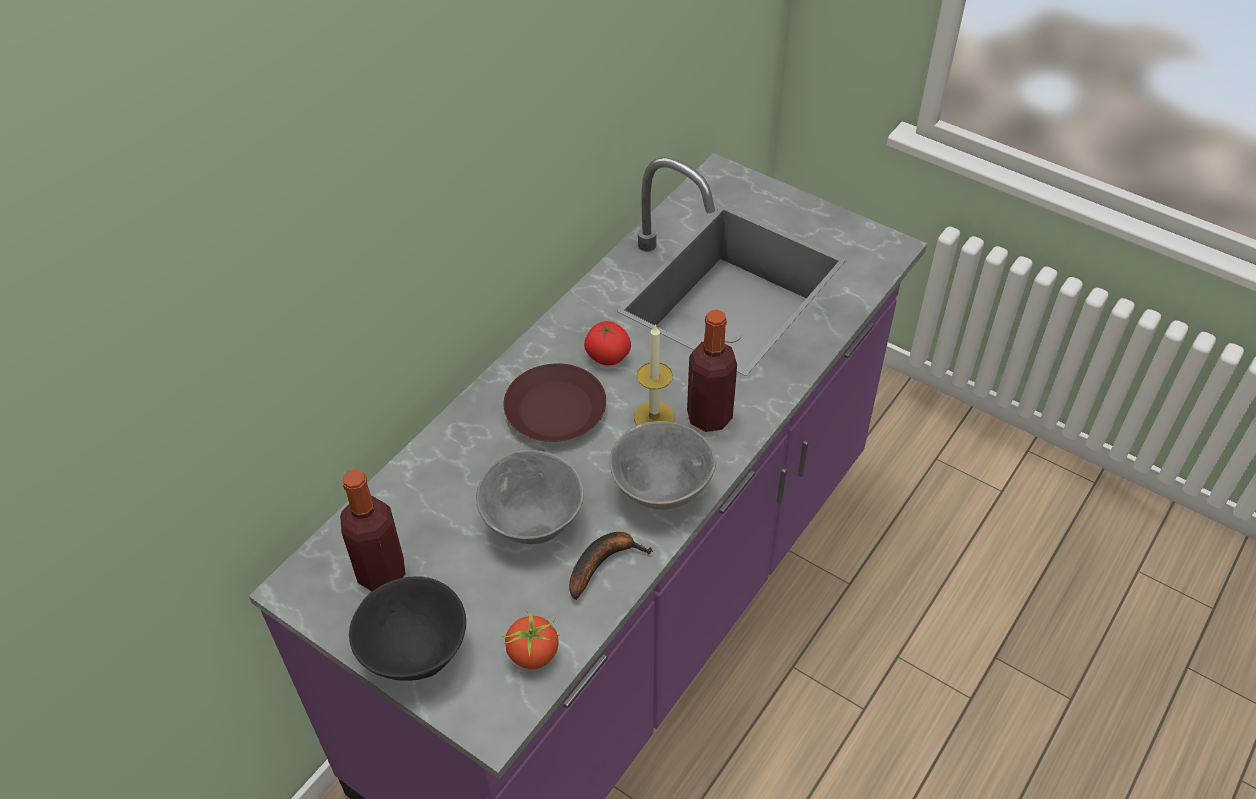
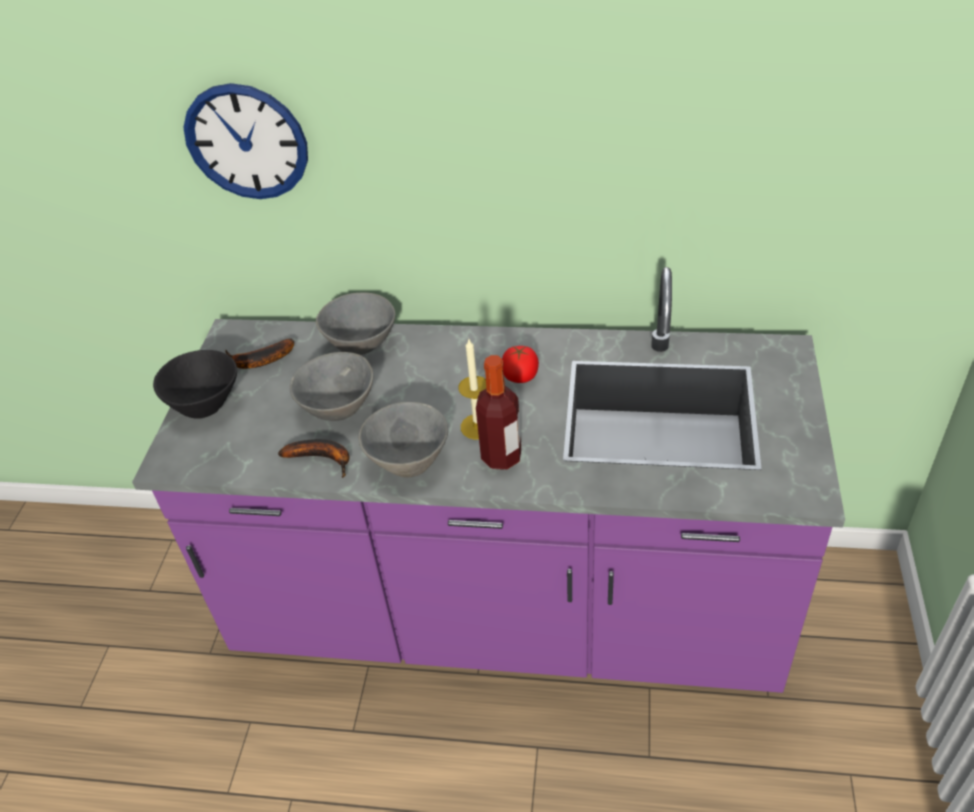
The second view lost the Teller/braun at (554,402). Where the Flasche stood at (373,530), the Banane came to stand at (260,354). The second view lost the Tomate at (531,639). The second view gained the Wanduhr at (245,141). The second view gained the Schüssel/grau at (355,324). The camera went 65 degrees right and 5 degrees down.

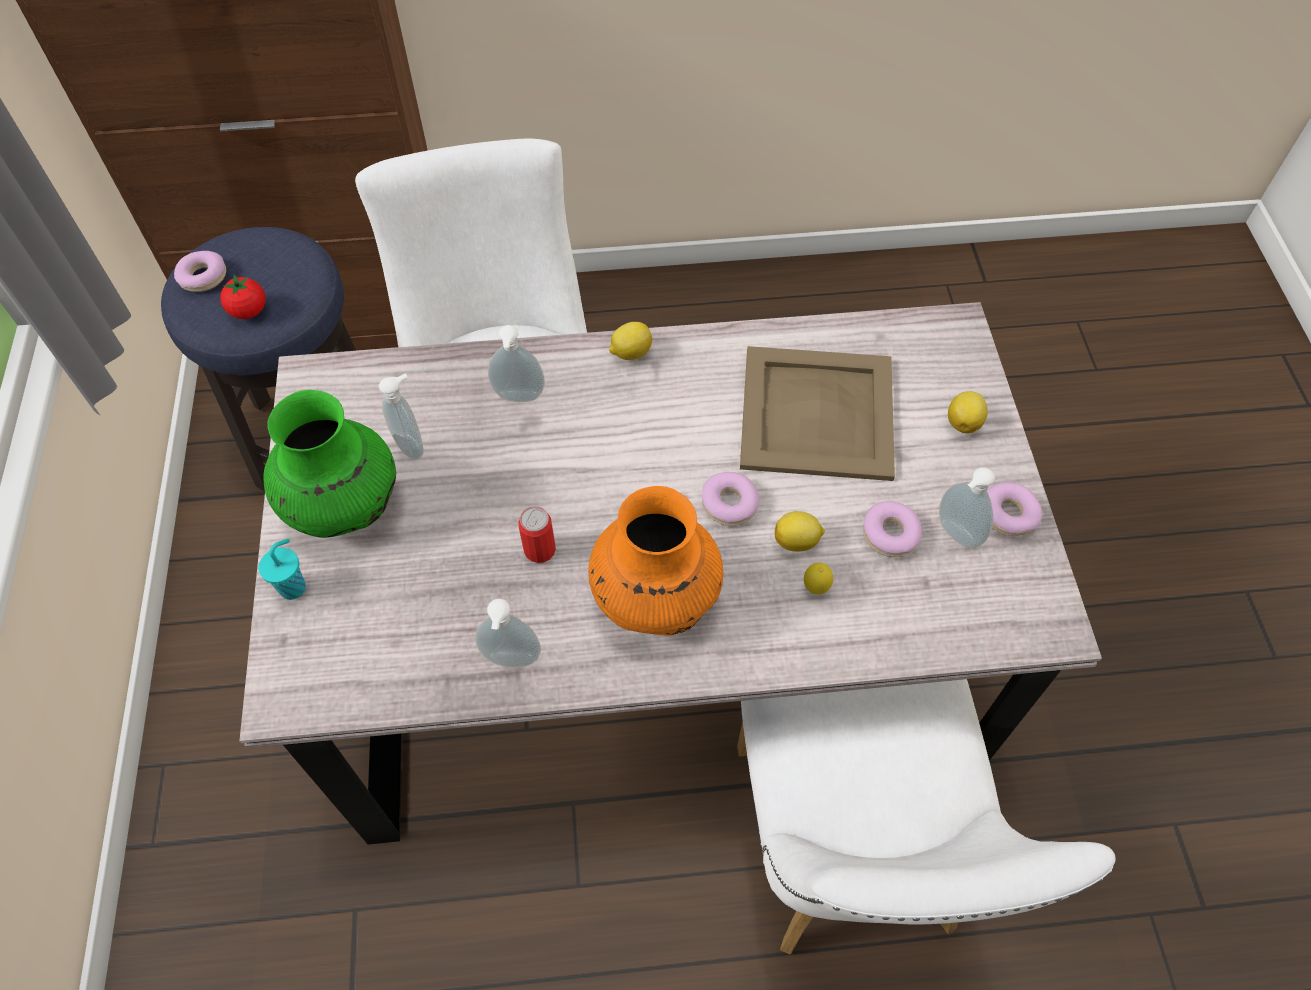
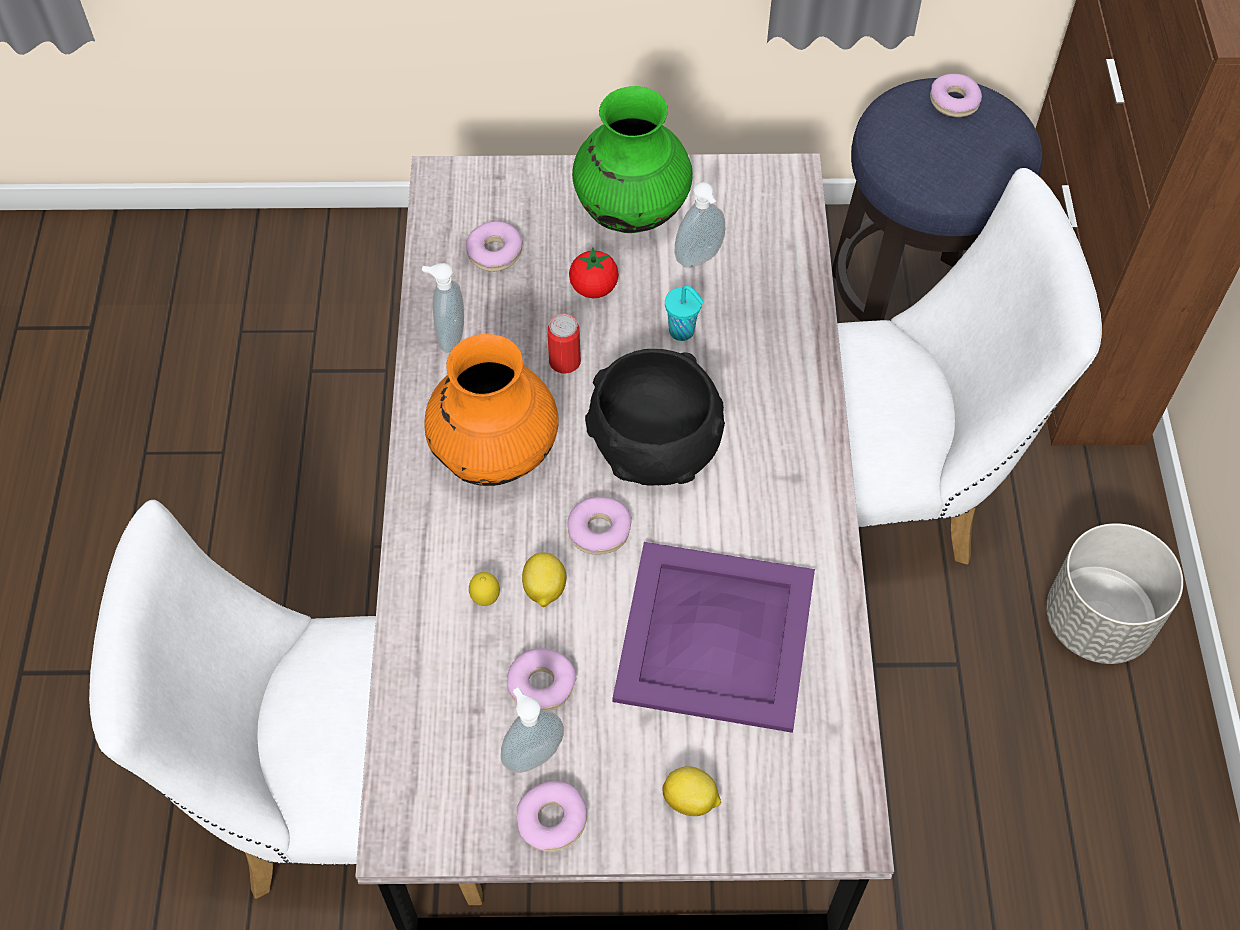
The Tomate ended up elsewhere, having gone from (243,297) to (594,272). The second view lost the Zitrone at (630,341). The second view lost the Seifenspender at (516,363). What was the Tablett/beige at (817,413) turned into the Tablett/lila at (714,637). The Tasse/türkis ended up elsewhere, having gone from (282,569) to (684,313). The second view gained the Donut at (494,246). The second view gained the Schüssel/schwarz at (655,417). The second view gained the Pflanzkübel/grau at (1114,593). The camera went 95 degrees right and 0 degrees up.

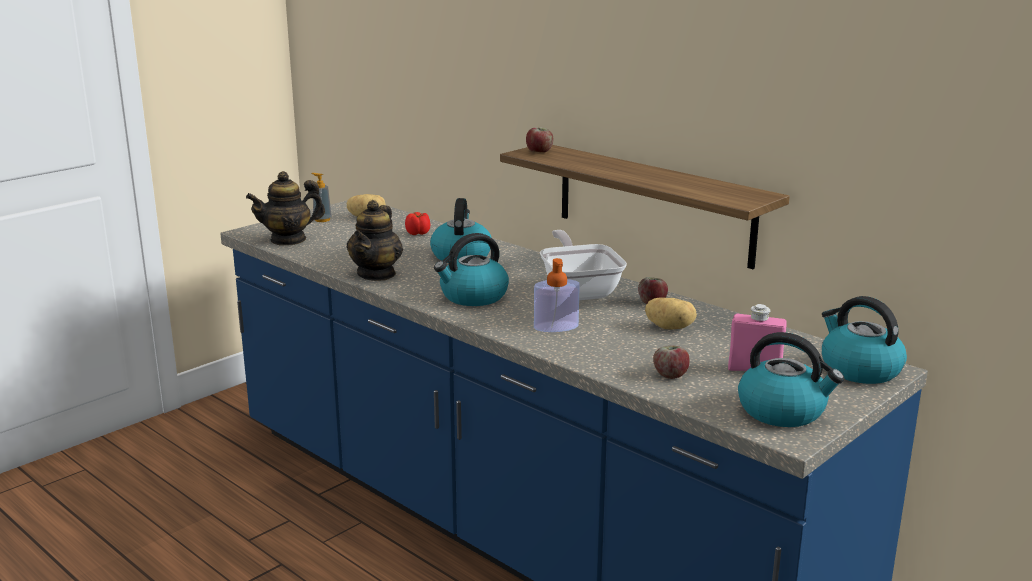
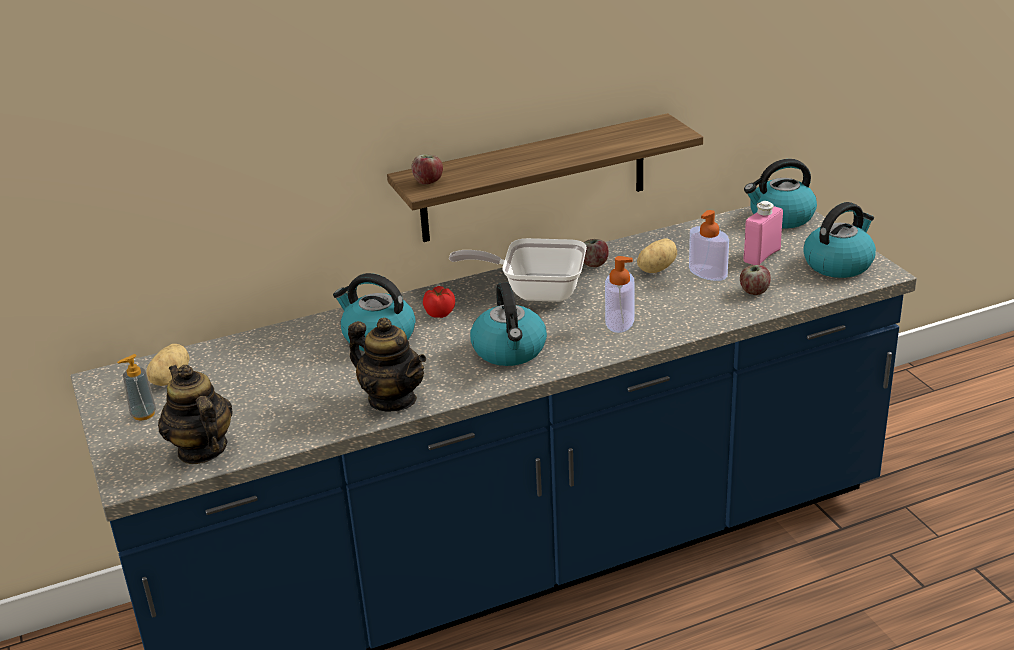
The Teekanne at (285,208) ended up facing another way, 150 degrees clockwise from before. The Tomate ended up elsewhere, having gone from (417,223) to (439,302). The second view gained the Seifenspender at (709,245). The camera went 65 degrees left and 10 degrees up.

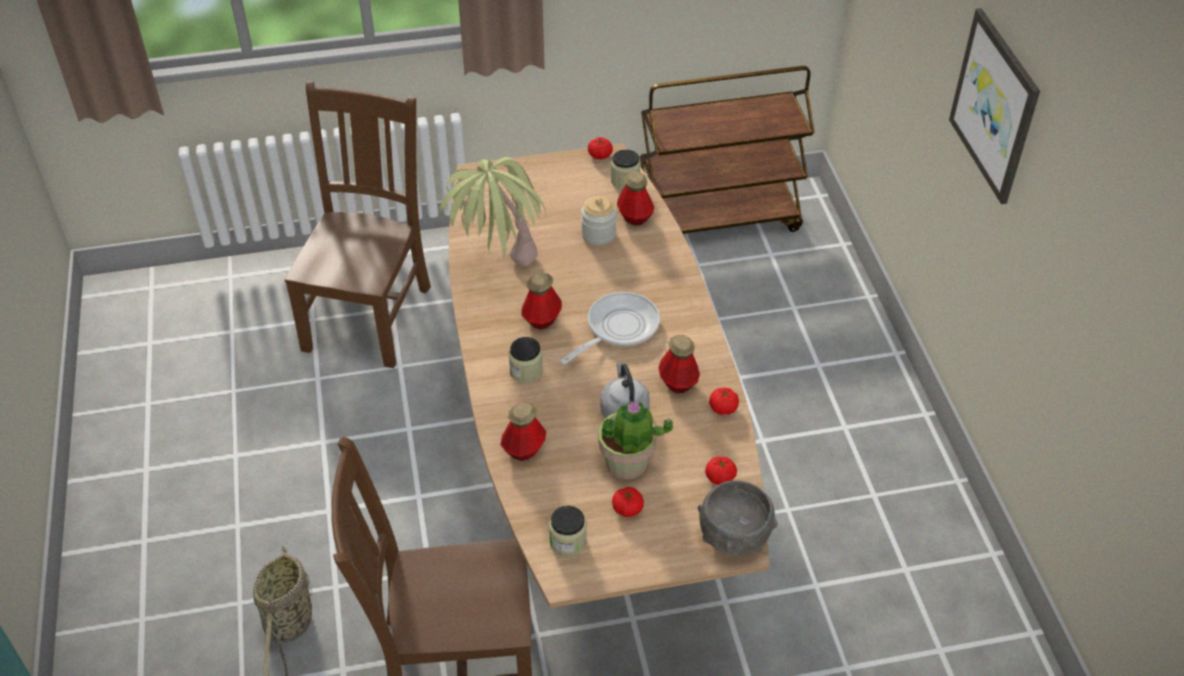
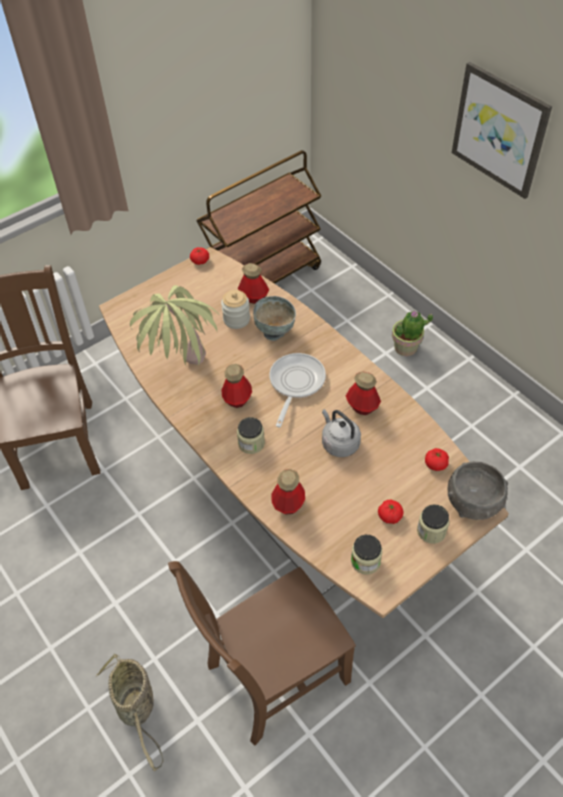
The Vorratsglas ended up elsewhere, having gone from (625,170) to (433,524). The second view lost the Tomate at (724,401). The Topfpflanze ended up elsewhere, having gone from (635,440) to (412,333). The second view gained the Schüssel/grau at (274,318). The camera went 25 degrees left and 5 degrees up.

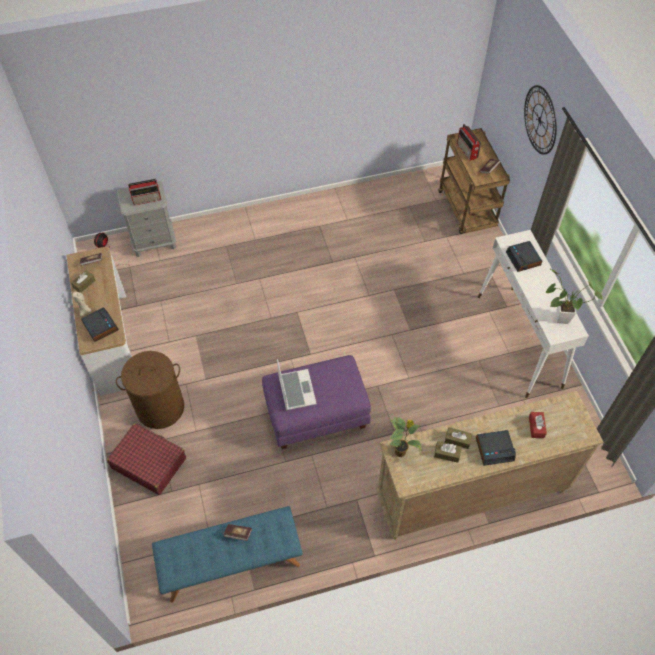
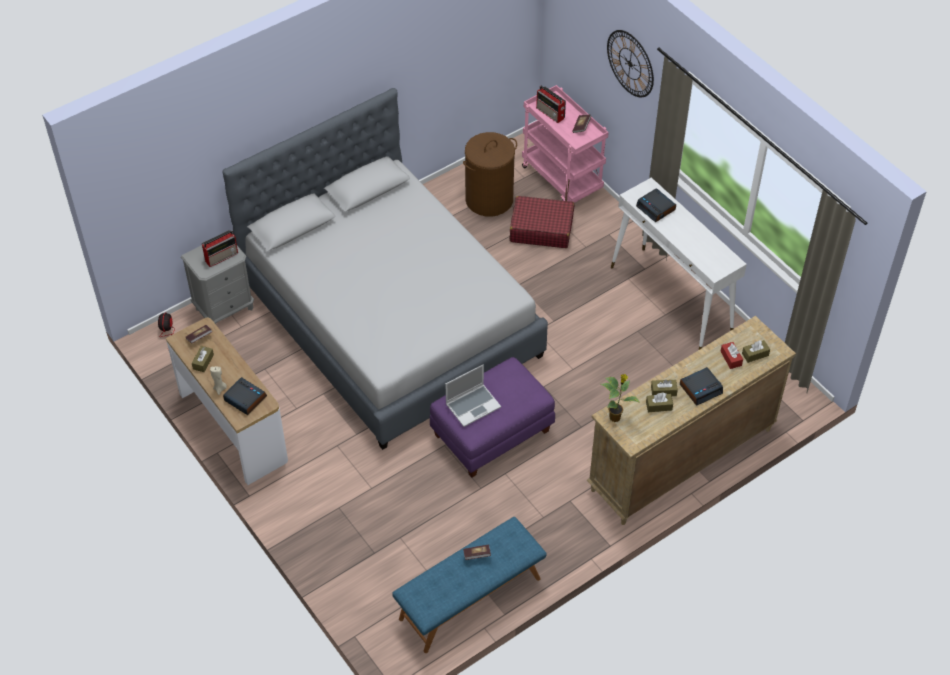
What was the Rollwagen/braun at (474,181) turned into the Rollwagen/rosa at (565,144). The second view lost the Topfpflanze at (573,296). The Wäschekorb/braun ended up elsewhere, having gone from (150,390) to (490,174). The Laptop at (297,384) ended up facing another way, 90 degrees clockwise from before. The Koffer/rot ended up elsewhere, having gone from (146,459) to (542,222). The second view gained the Bett/grau at (385,269). The second view gained the Taschentuchbox/braun at (756,351). The camera went 20 degrees left and 5 degrees down.

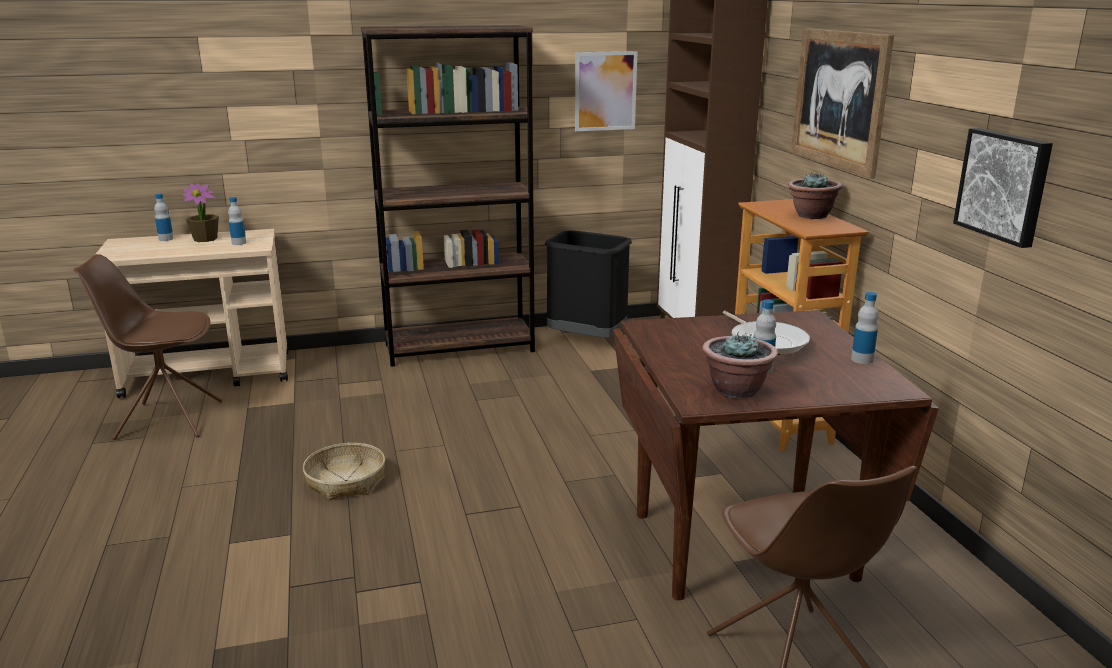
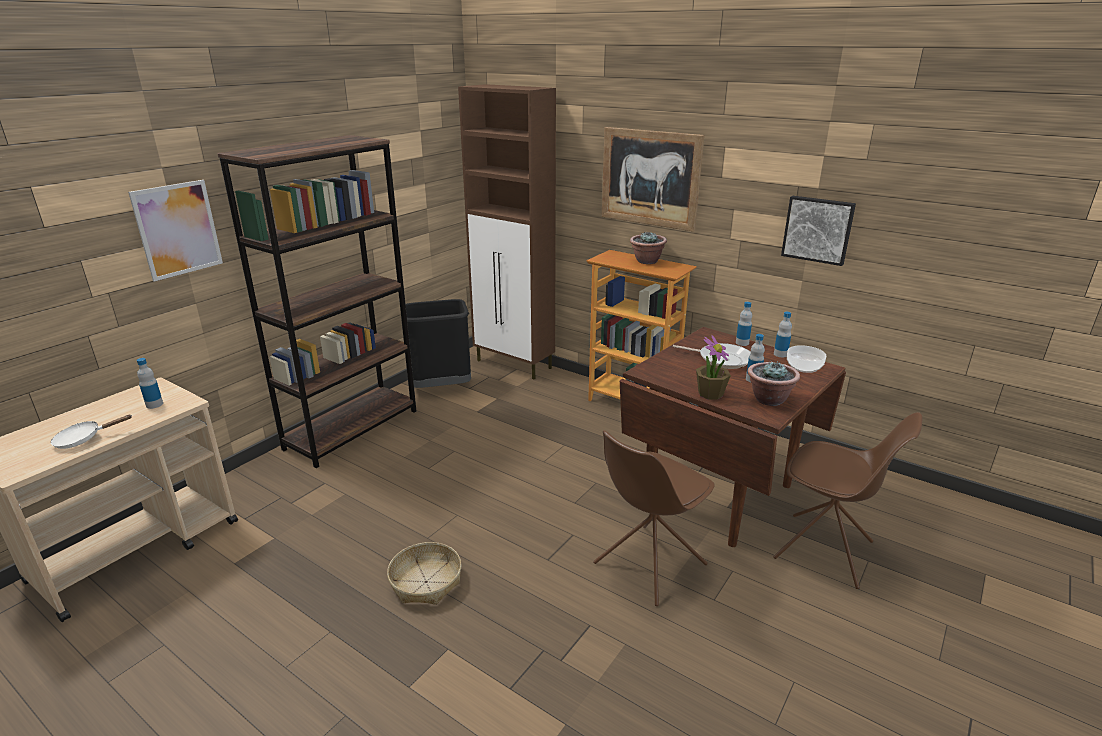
The Bild ended up elsewhere, having gone from (606,91) to (175,230). The Topfpflanze ended up elsewhere, having gone from (200,212) to (713,367). The Flasche ended up elsewhere, having gone from (164,217) to (744,324). The Stuhl/braun ended up elsewhere, having gone from (148,347) to (654,518). The second view gained the Schüssel at (806,359). The second view gained the Pfanne/weiß at (91,432). The camera went 40 degrees left and 5 degrees up.

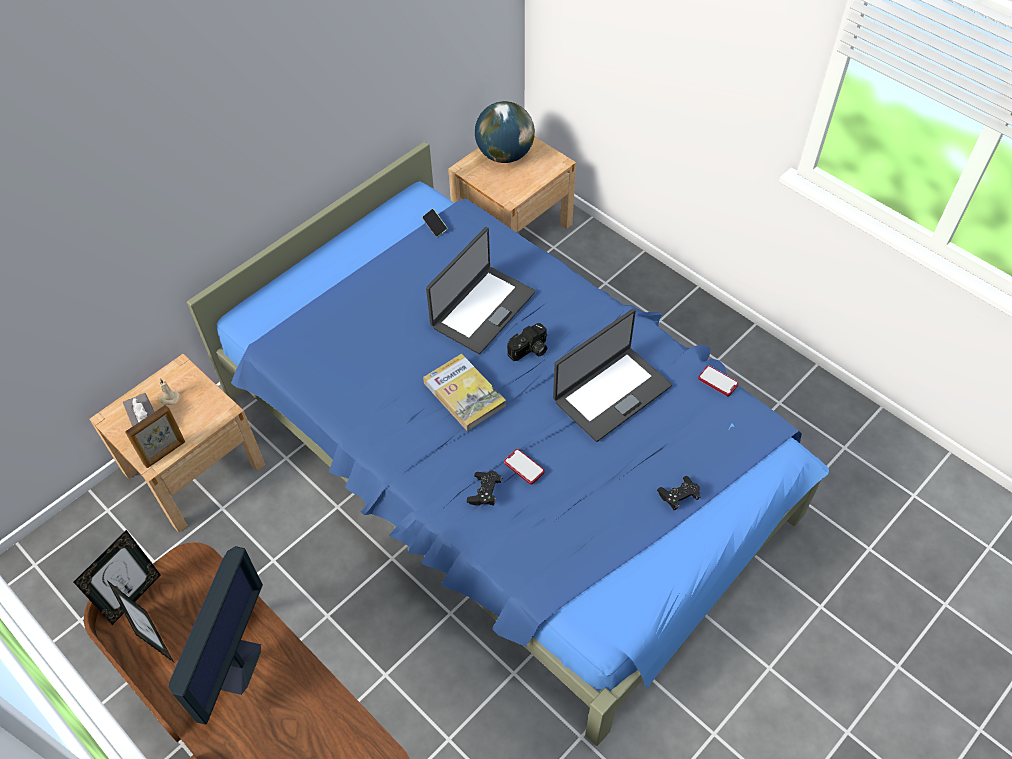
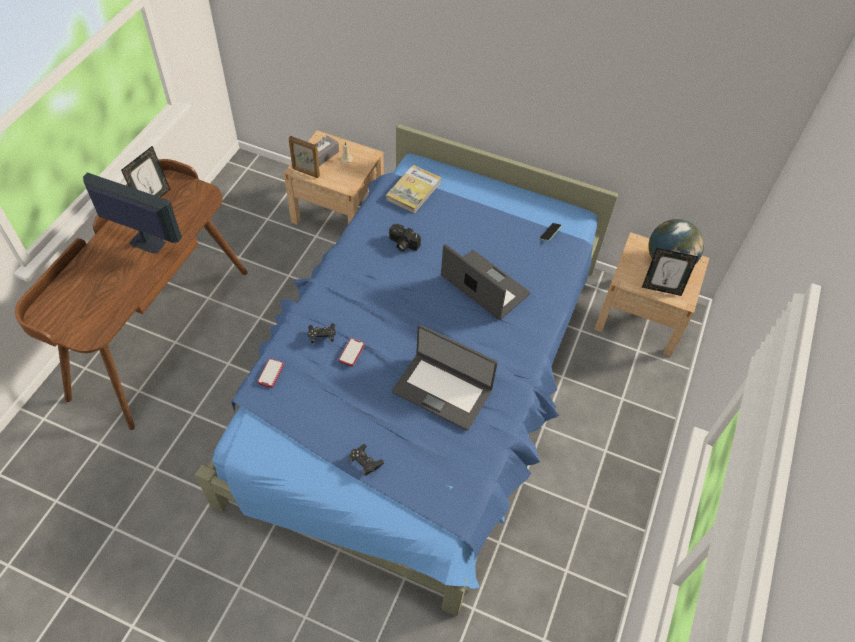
The Laptop at (480,290) ended up facing another way, 150 degrees counterclockwise from before. The Kamera ended up elsewhere, having gone from (527,342) to (405,238). The Buch ended up elsewhere, having gone from (464,392) to (413,189). The Handy ended up elsewhere, having gone from (718,381) to (270,373). The Bilderrahmen ended up elsewhere, having gone from (117,577) to (670,272). The Monitor at (215,635) ended up facing another way, 150 degrees counterclockwise from before. The camera went 65 degrees right and 0 degrees up.

